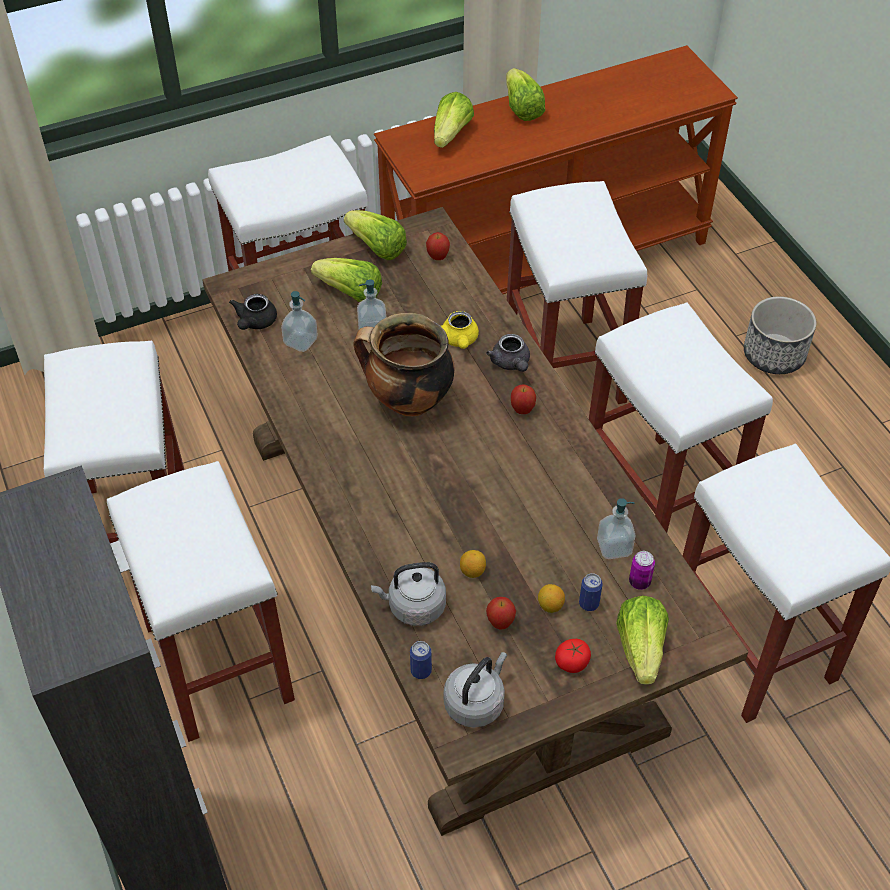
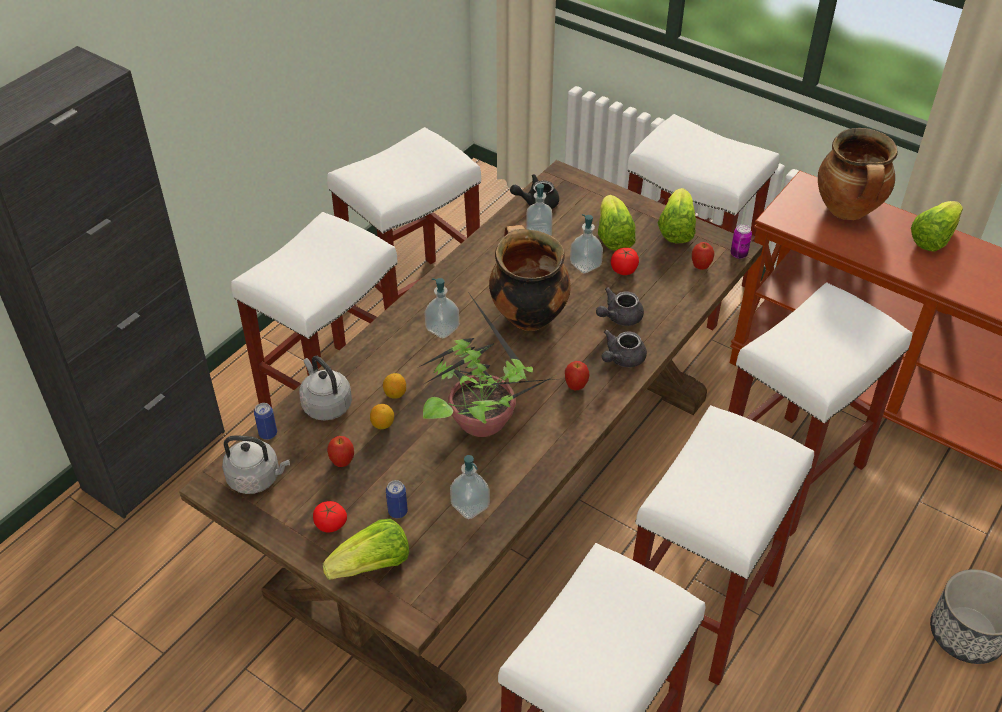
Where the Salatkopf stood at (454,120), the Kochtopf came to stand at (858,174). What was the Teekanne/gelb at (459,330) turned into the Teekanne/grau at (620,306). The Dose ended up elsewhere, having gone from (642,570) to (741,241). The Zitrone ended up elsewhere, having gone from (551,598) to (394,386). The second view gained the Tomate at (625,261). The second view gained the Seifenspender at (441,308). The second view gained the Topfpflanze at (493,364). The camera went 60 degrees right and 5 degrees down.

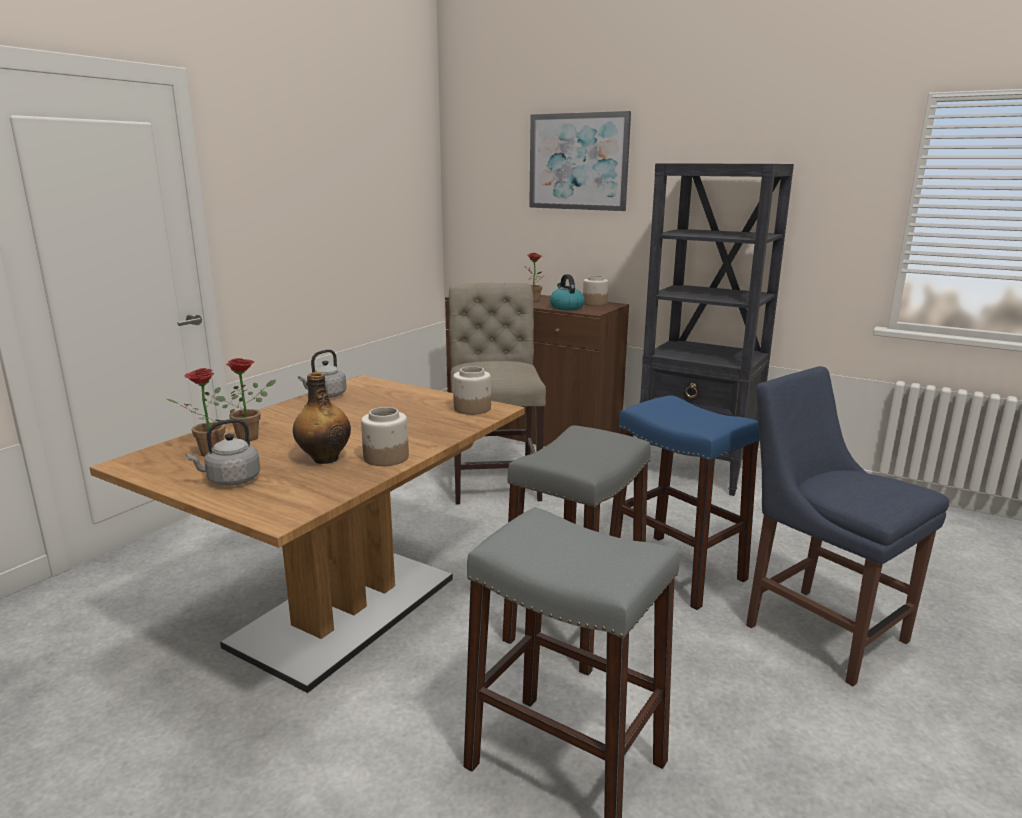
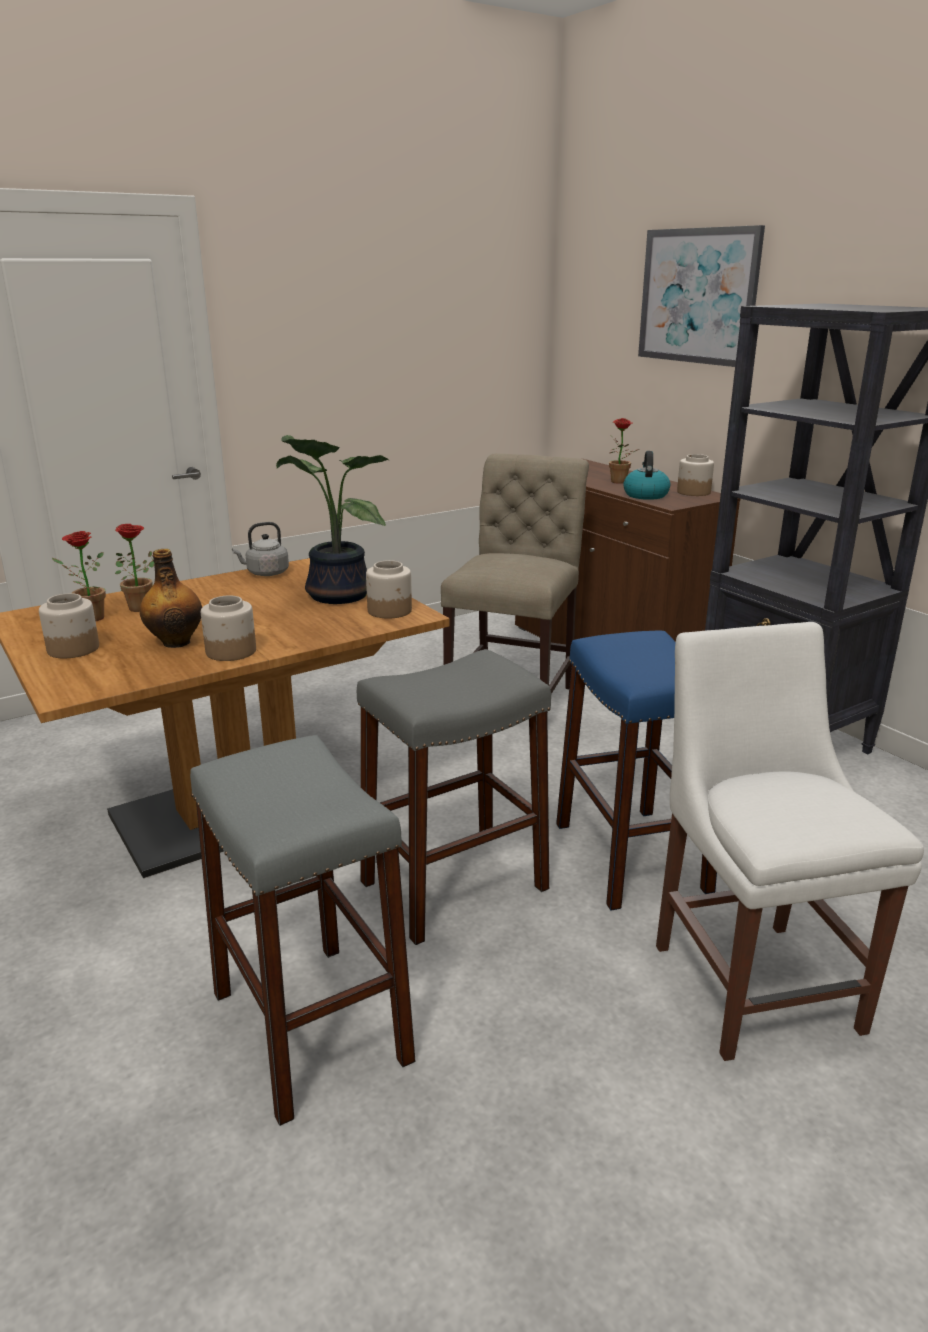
What was the Stuhl/blau at (847,526) turned into the Stuhl/weiß at (790,841). Where the Wasserkessel/grau stood at (223,452), the Vorratsglas came to stand at (69,625). The second view gained the Topfpflanze at (332,519). The camera went 25 degrees right and 5 degrees up.

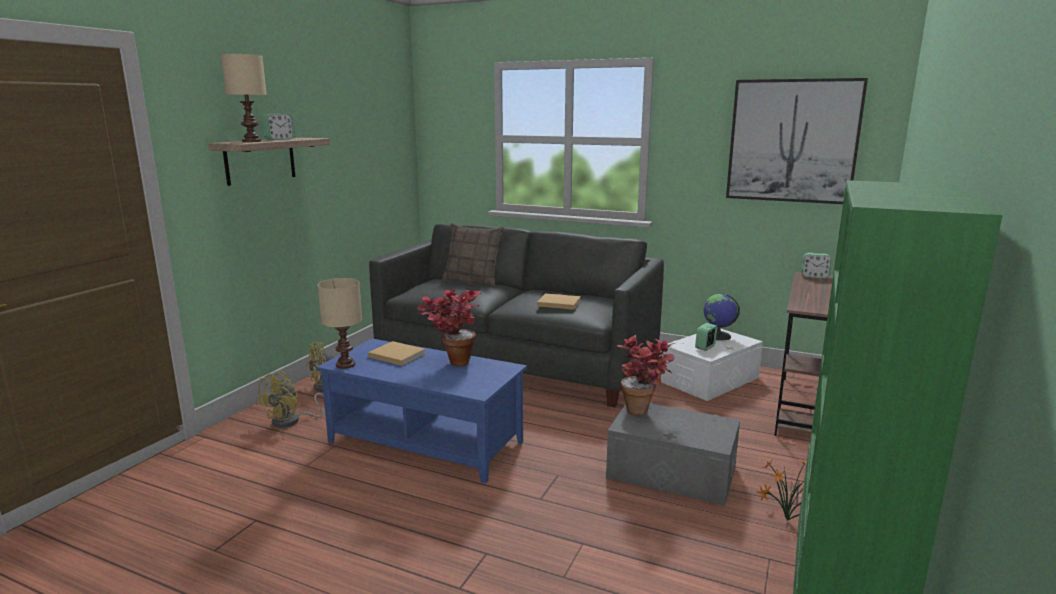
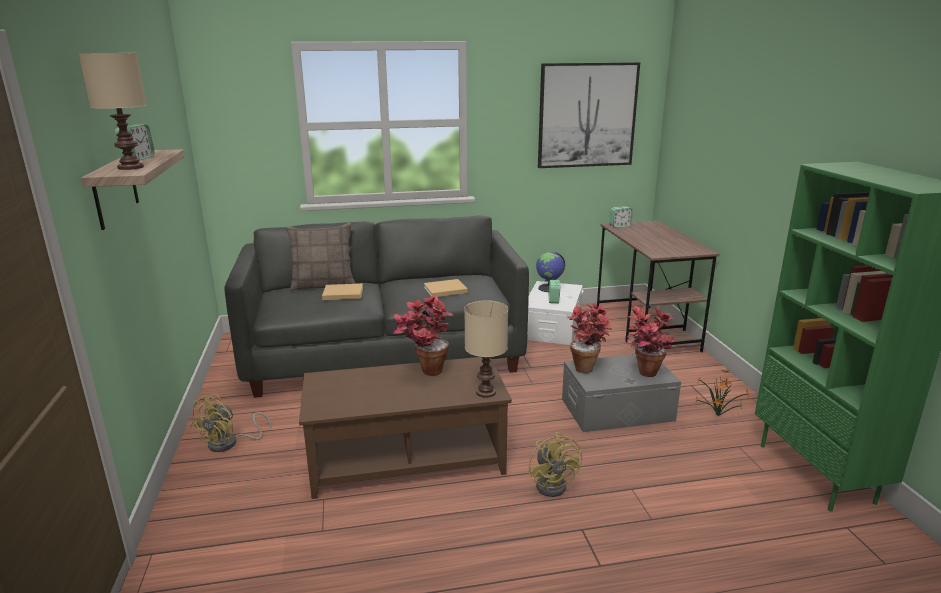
The Tischlampe/beige ended up elsewhere, having gone from (340,323) to (486,349). What was the Couchtisch/blau at (421,411) turned into the Couchtisch/braun at (405,428). The Buch/beige ended up elsewhere, having gone from (397,353) to (342,292). The Ventilator/gelb ended up elsewhere, having gone from (290,399) to (555,464). The second view gained the Topfpflanze at (651,341). The camera went 35 degrees left and 5 degrees up.

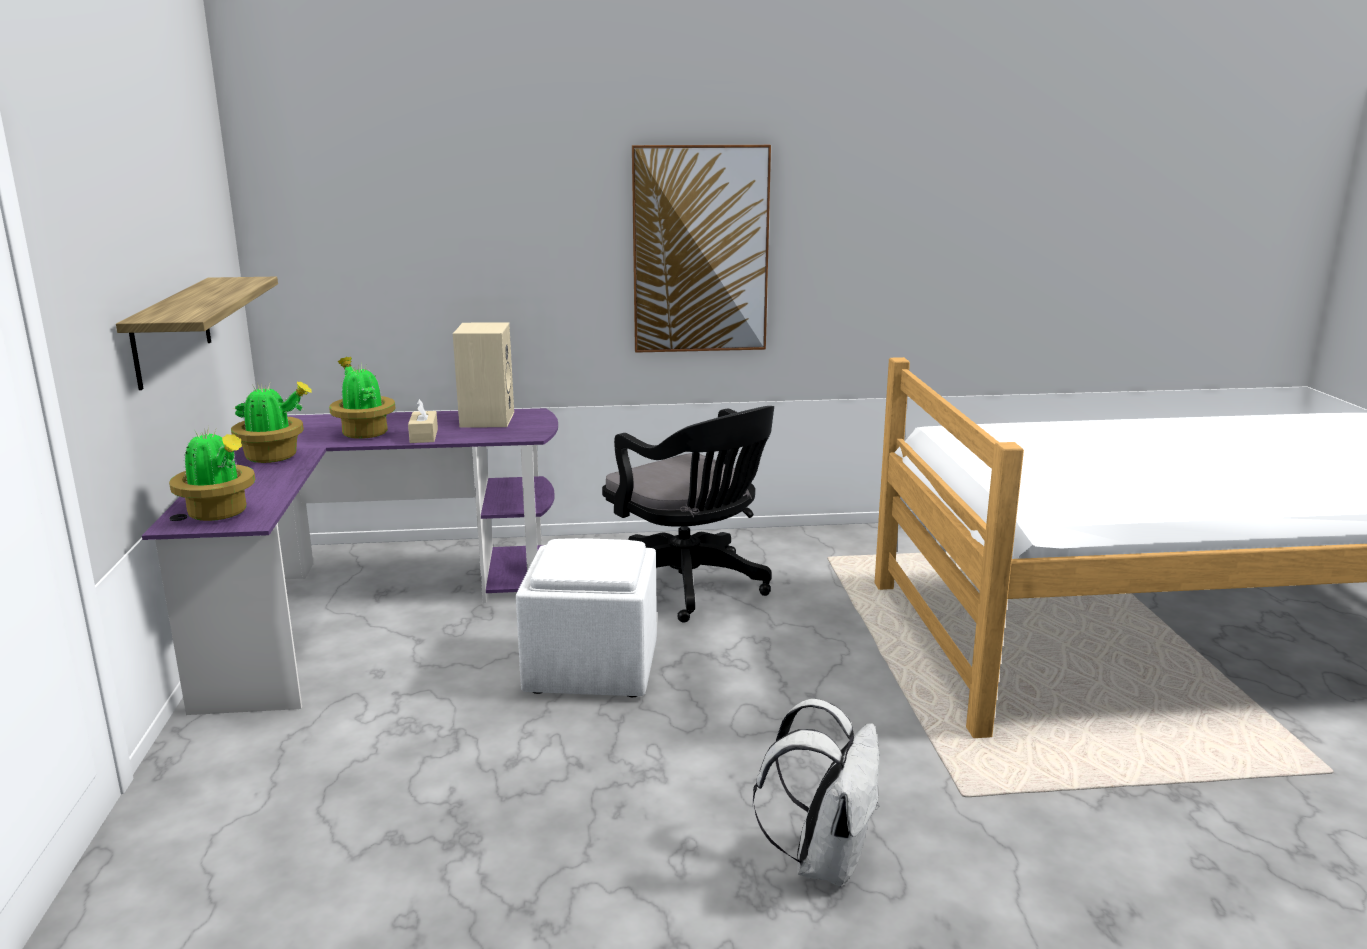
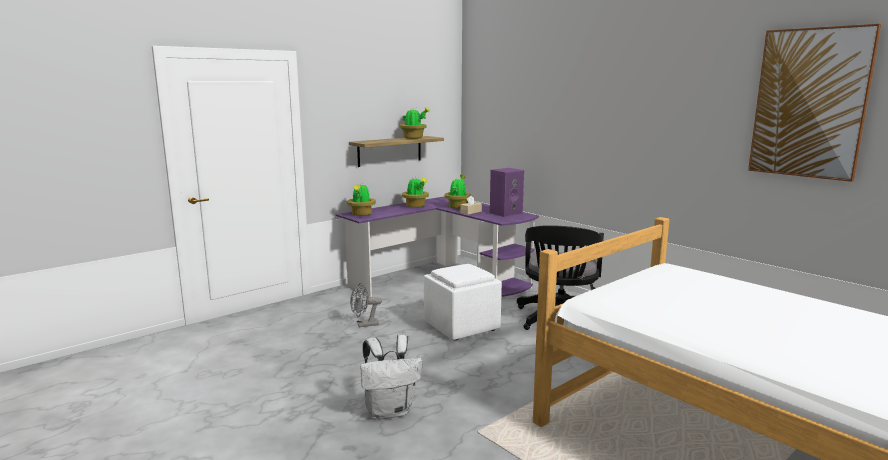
The Bild ended up elsewhere, having gone from (701,249) to (814,103). What was the Lautsprecher/beige at (483,375) turned into the Lautsprecher/lila at (507,192). The second view gained the Topfpflanze at (415,123). The second view gained the Ventilator/grau at (366,305). The camera went 55 degrees right and 5 degrees down.

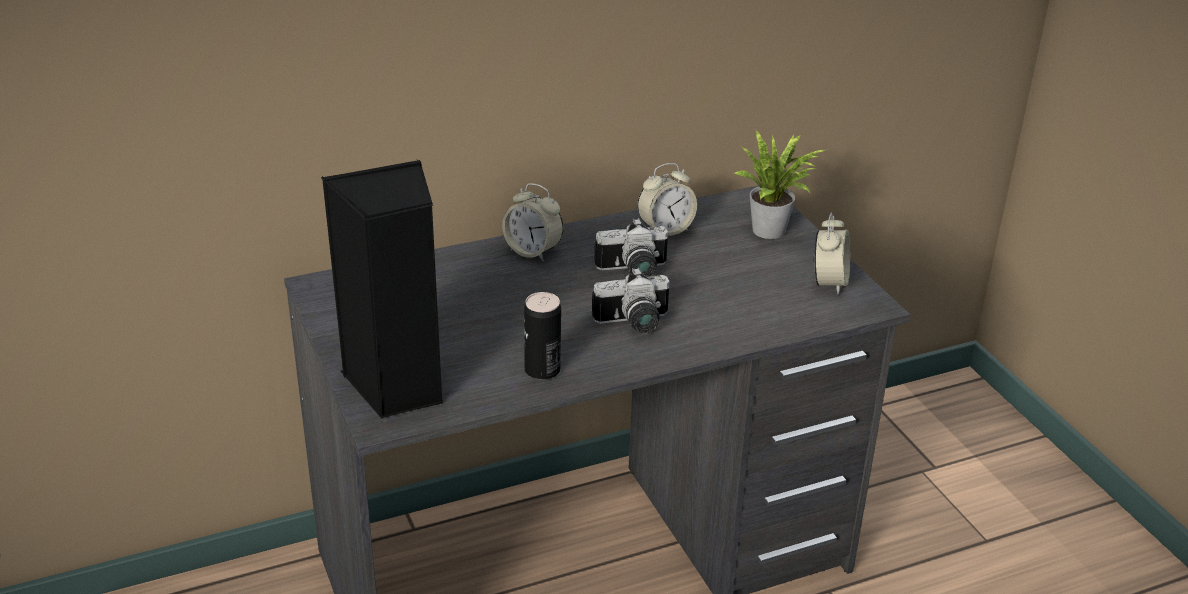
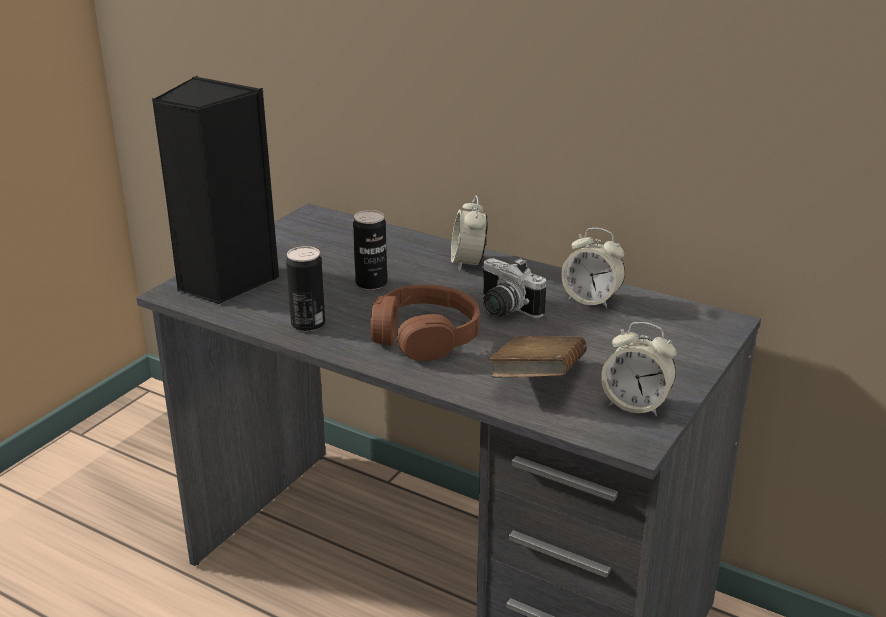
The second view lost the Topfpflanze at (779,185). The Wecker at (832,254) ended up facing another way, 45 degrees clockwise from before. Where the Kamera stood at (631,300), the Kopfhörer/braun came to stand at (425,323). The second view gained the Dose at (370,250). The second view gained the Buch/braun at (538,357). The camera went 55 degrees right and 5 degrees down.

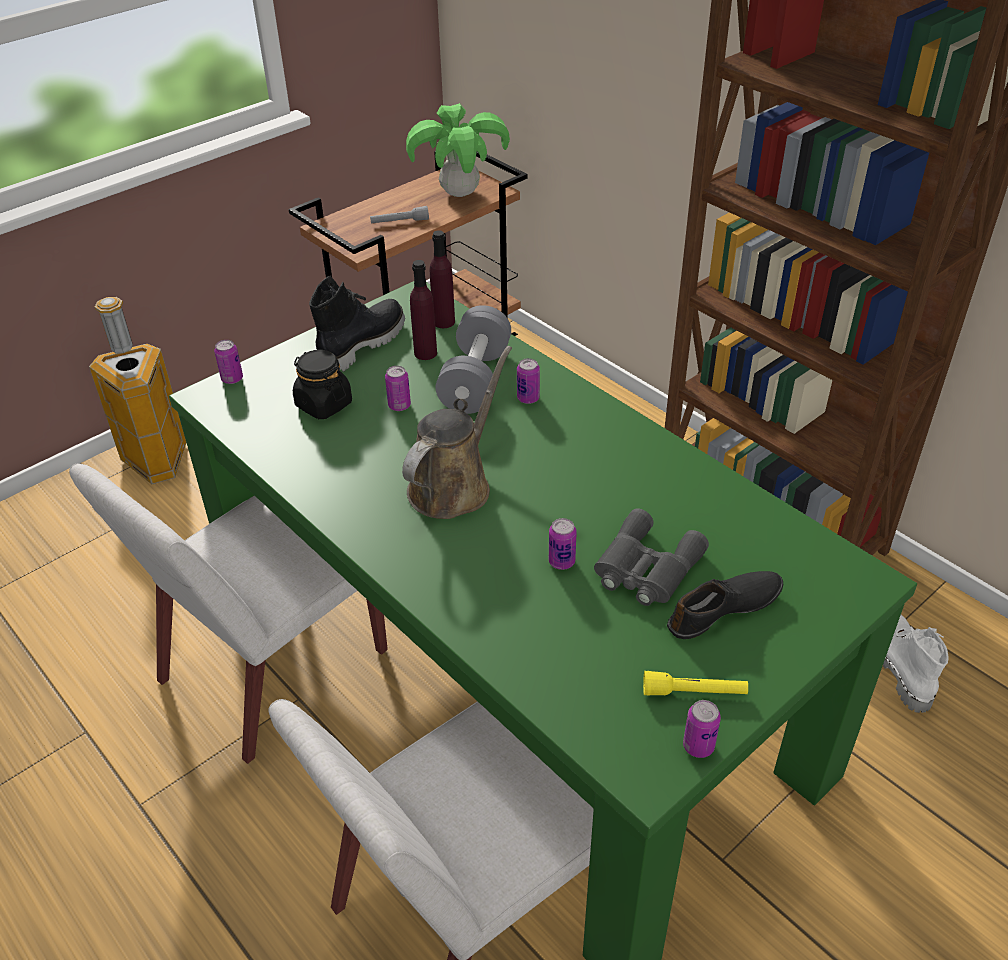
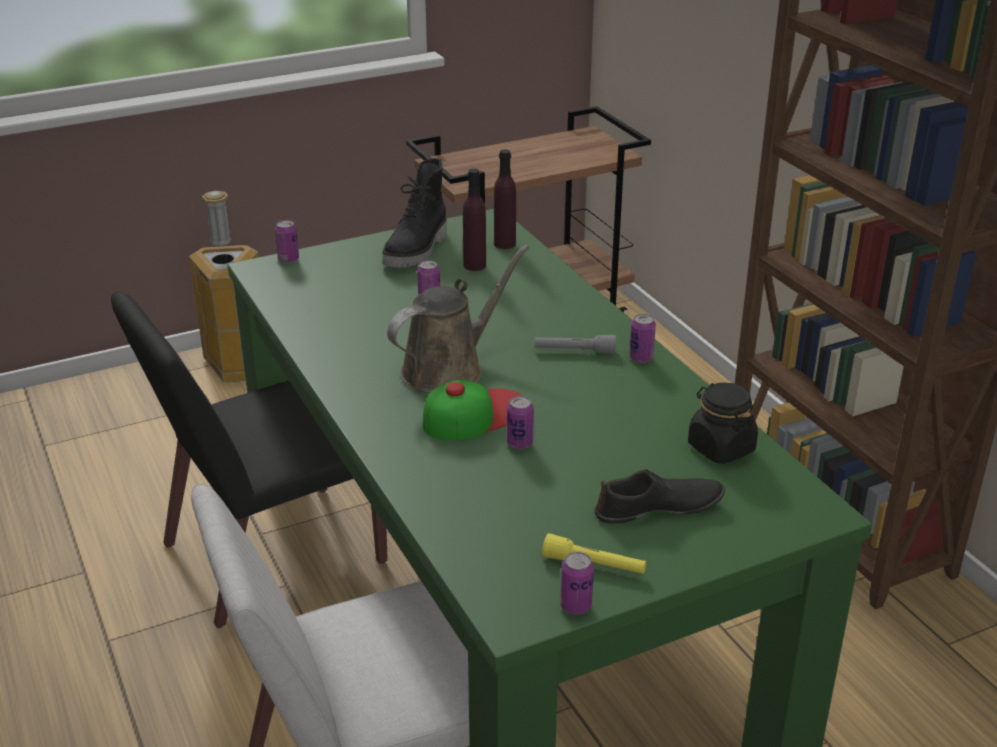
The second view lost the Topfpflanze at (458,150). The Taschenlampe/grau ended up elsewhere, having gone from (399,215) to (575,344). The Stiefel/schwarz at (357,324) ended up facing another way, 150 degrees clockwise from before. The second view lost the Hantel/grau at (473,359). The Vorratsglas/schwarz ended up elsewhere, having gone from (322,384) to (723,423). The Dose ended up elsewhere, having gone from (528,381) to (642,338). What was the Stuhl/weiß at (228,613) turned into the Stuhl/schwarz at (249,460). The second view lost the Fernglas/grau at (651,557). The second view lost the Stiefel/weiß at (915,664). The second view gained the Kappe at (473,410). The camera went 15 degrees right and 10 degrees down.

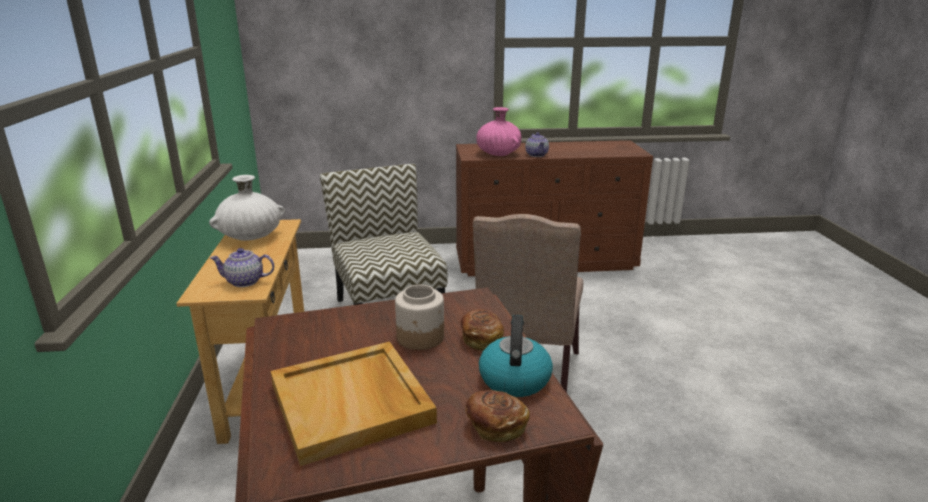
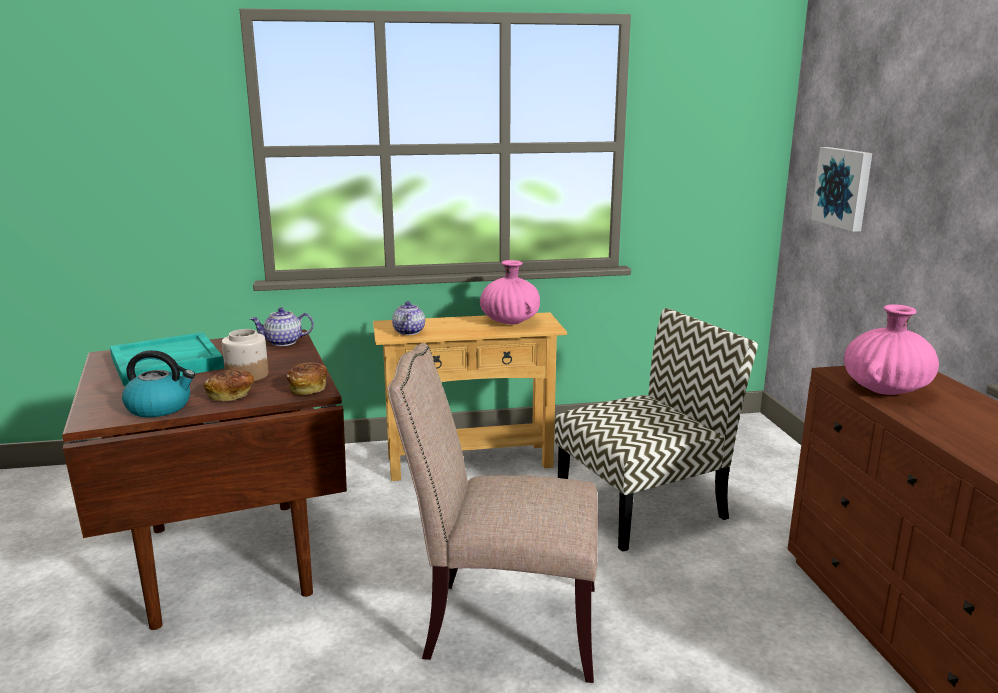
The Teekanne ended up elsewhere, having gone from (537,144) to (282,327). What was the Vase/weiß at (247,208) turned into the Vase/rosa at (510,292). What was the Tablett/beige at (354,403) turned into the Tablett/türkis at (167,359). The Brot ended up elsewhere, having gone from (497,416) to (306,378). The second view gained the Bild at (841,189). The camera went 85 degrees right and 5 degrees down.

